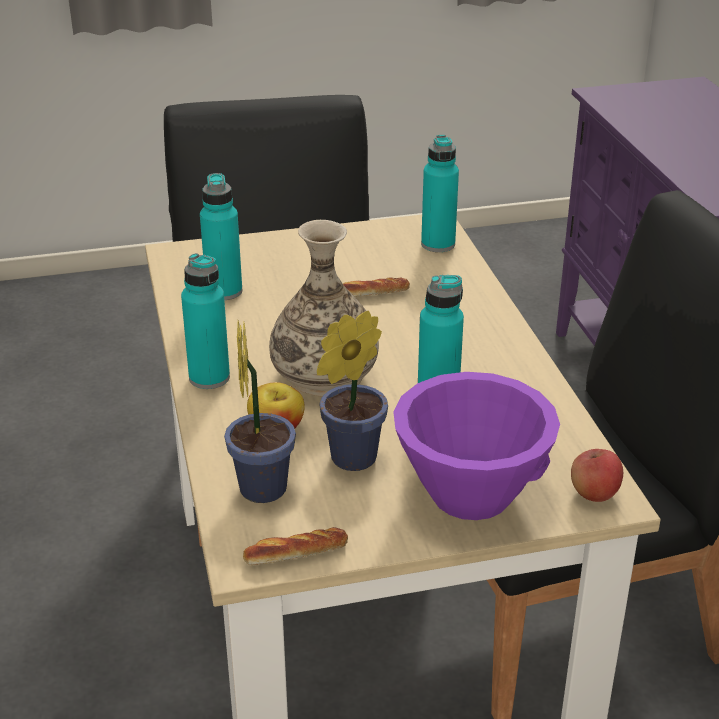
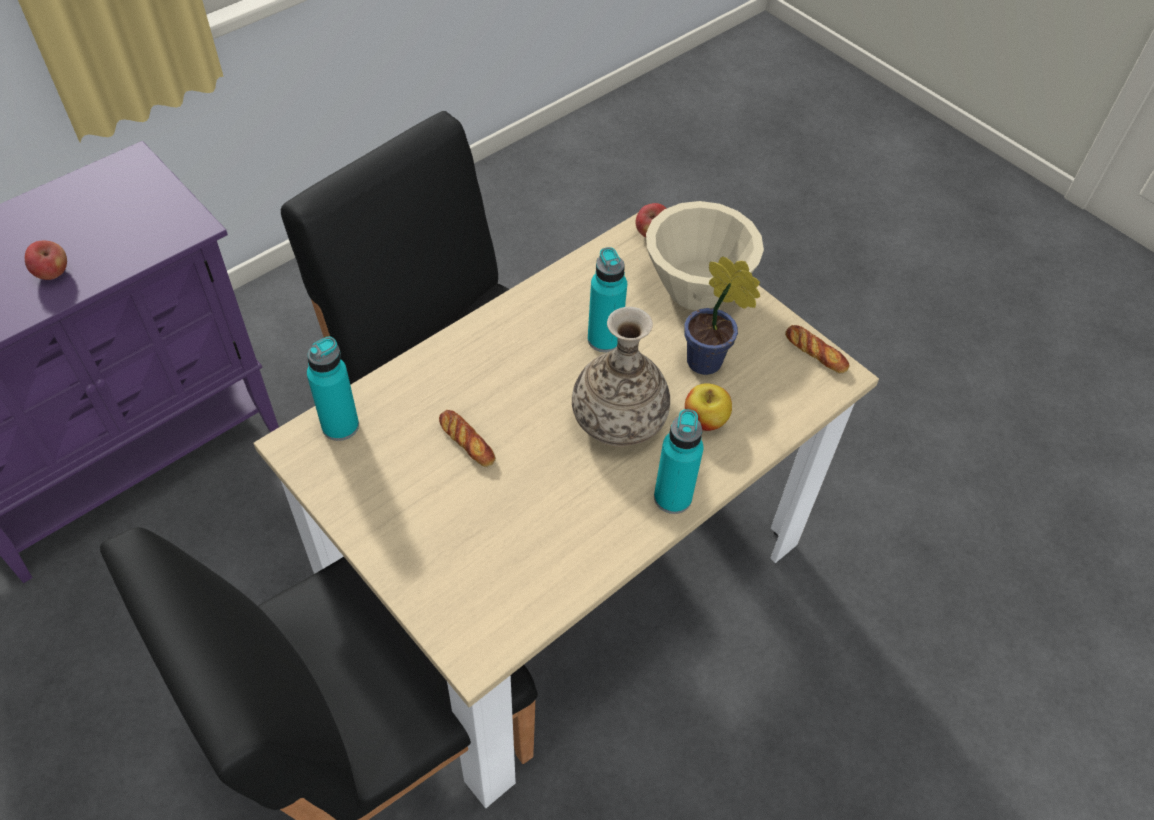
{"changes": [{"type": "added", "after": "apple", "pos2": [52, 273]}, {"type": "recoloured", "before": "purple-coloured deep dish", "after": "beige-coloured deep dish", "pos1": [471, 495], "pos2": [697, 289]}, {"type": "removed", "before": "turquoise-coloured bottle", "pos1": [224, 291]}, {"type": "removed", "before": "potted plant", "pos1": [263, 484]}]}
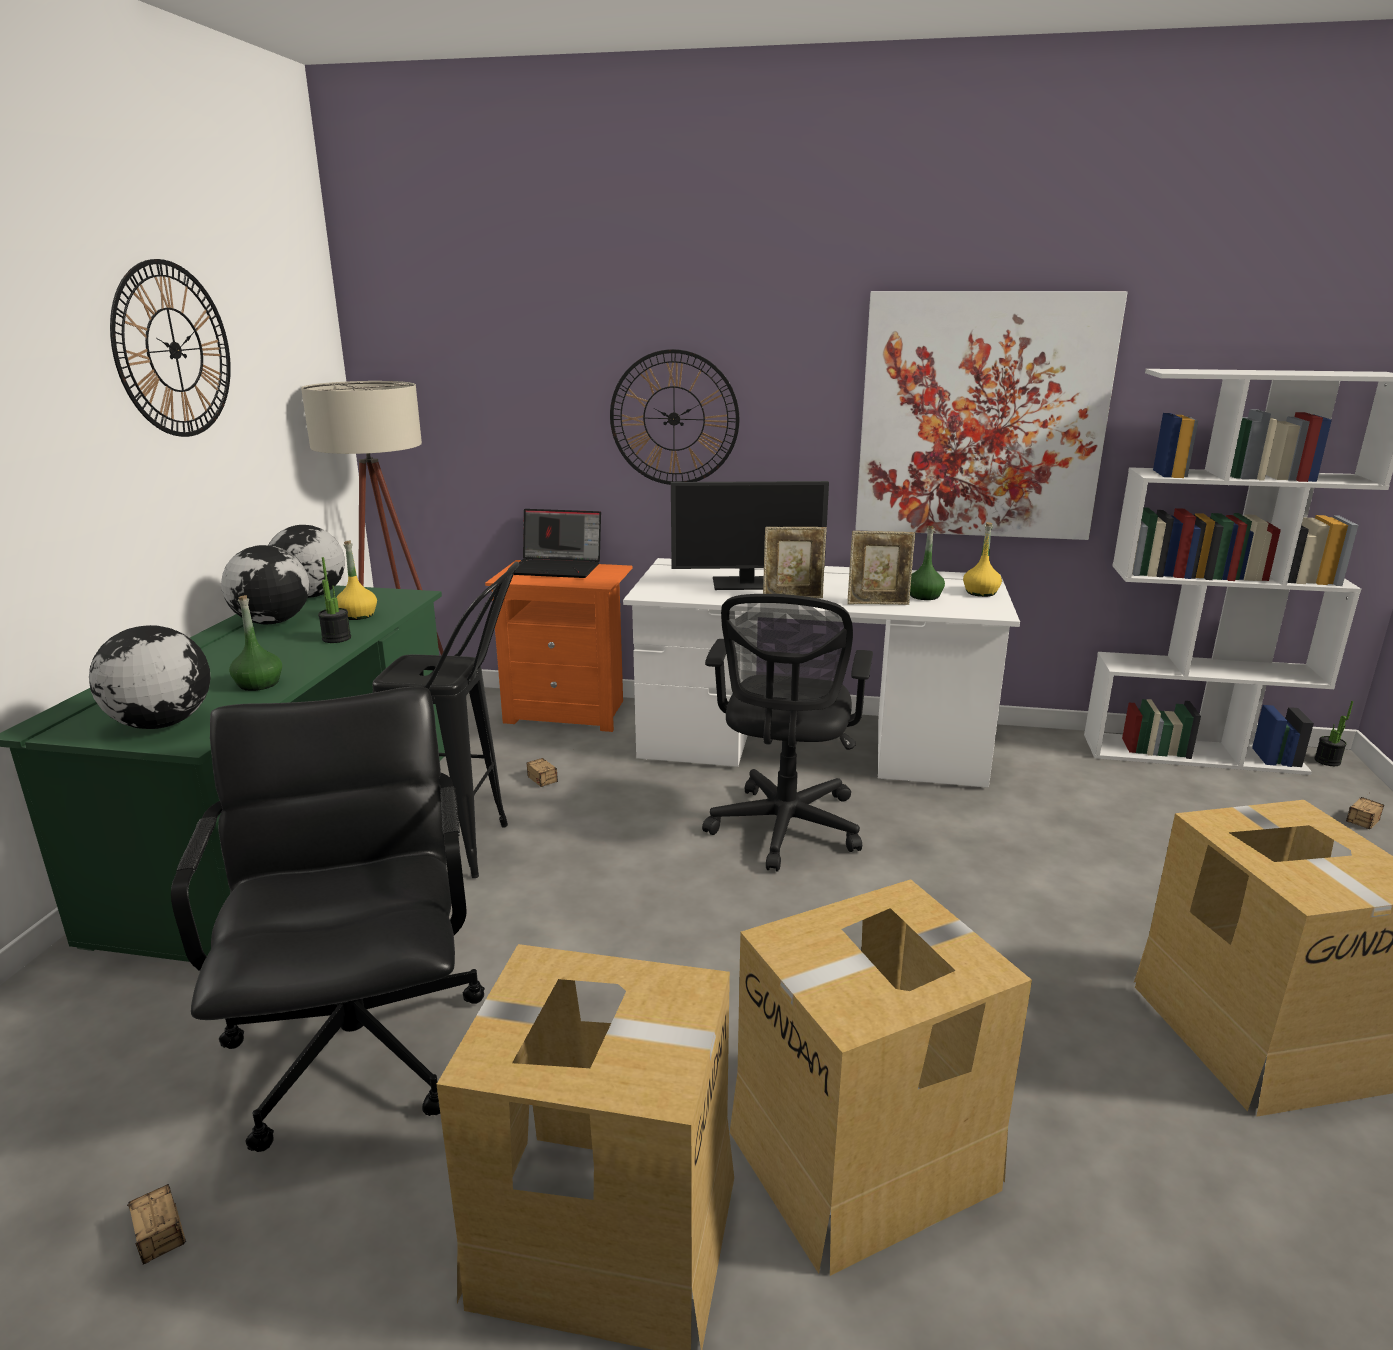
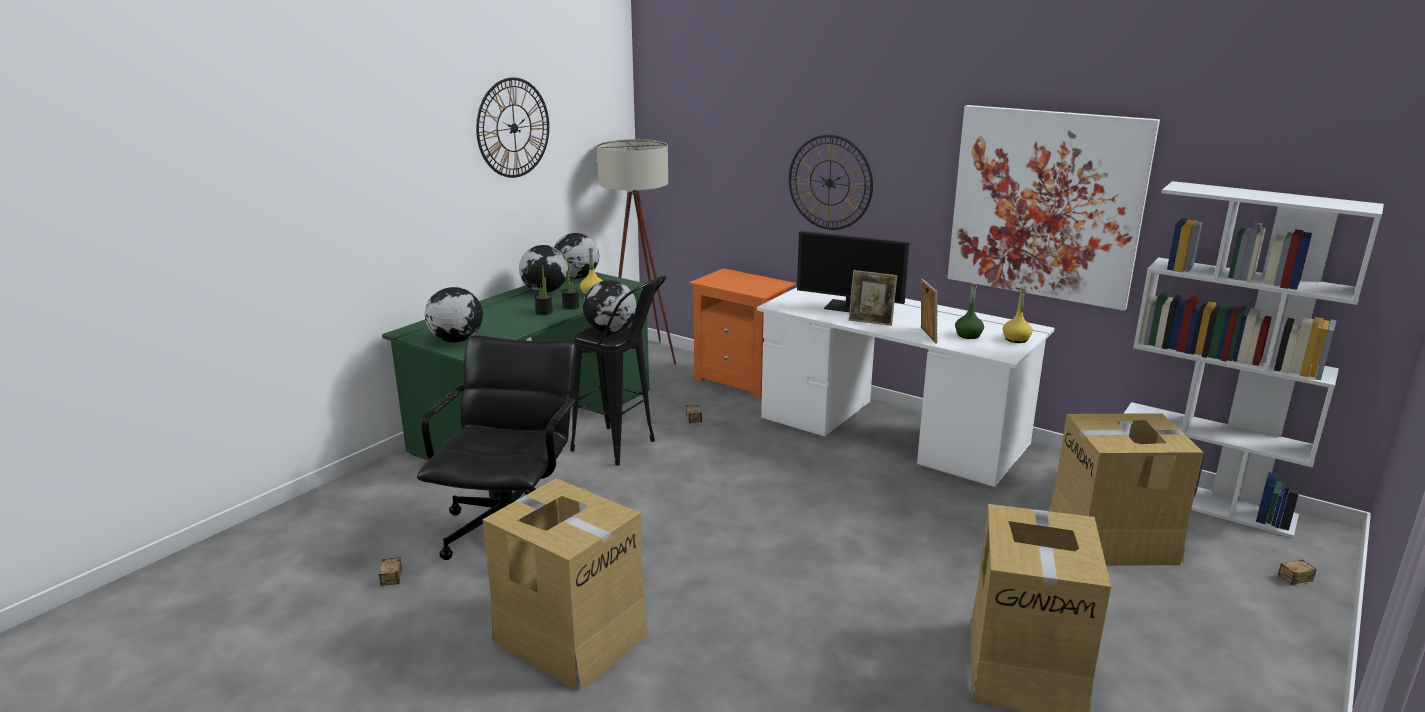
{"changes": [{"type": "moved", "before": "potted plant", "pos1": [1327, 761], "pos2": [544, 312]}, {"type": "added", "after": "globe", "pos2": [610, 331]}, {"type": "turned", "before": "photo frame", "pos1": [878, 603], "pos2": [926, 335], "turn": -120}, {"type": "moved", "before": "packing box", "pos1": [865, 1158], "pos2": [1112, 540]}, {"type": "removed", "before": "green-coloured bottle", "pos1": [258, 684]}, {"type": "removed", "before": "laptop", "pos1": [557, 568]}, {"type": "removed", "before": "black desk chair", "pos1": [784, 830]}]}
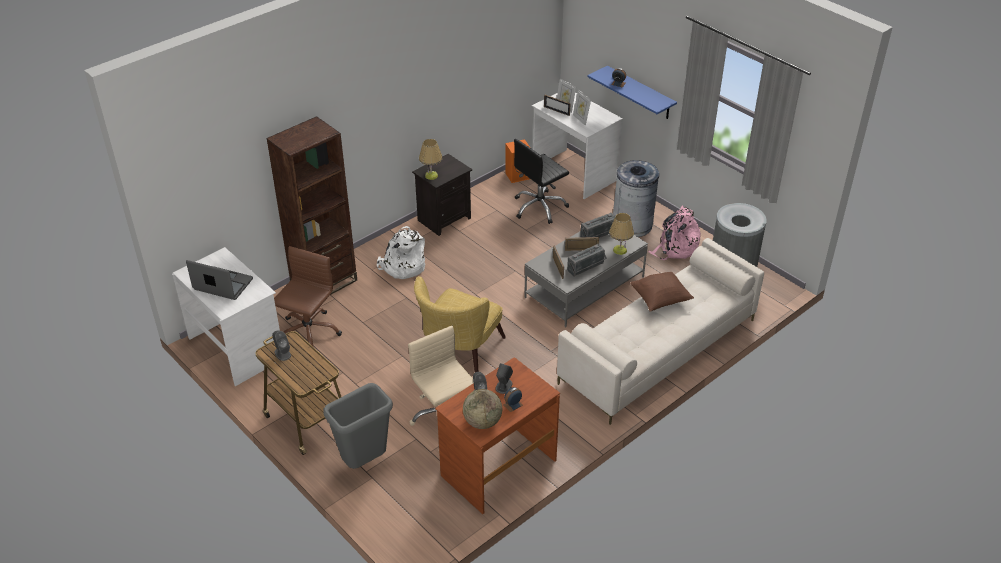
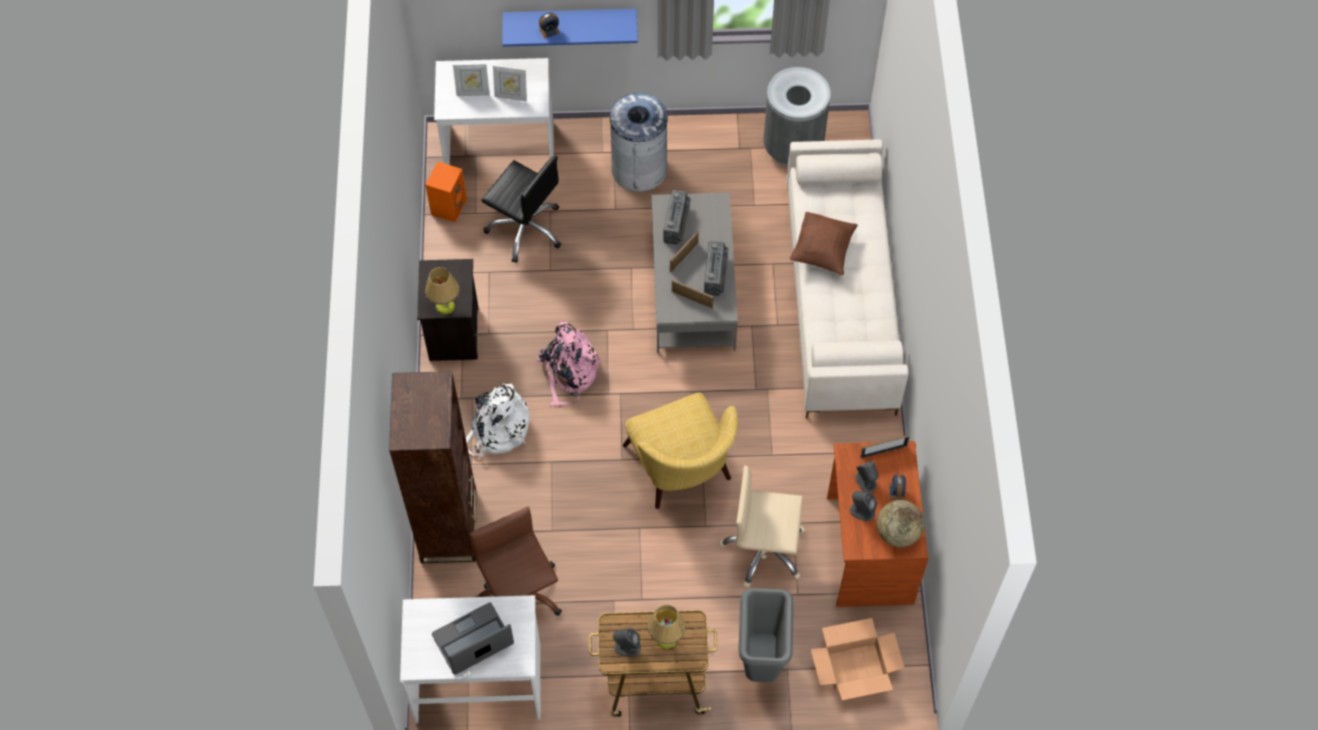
{"changes": [{"type": "turned", "before": "black desk chair", "pos1": [539, 207], "pos2": [526, 229], "turn": -60}, {"type": "moved", "before": "pinkish backpack", "pos1": [675, 248], "pos2": [569, 372]}, {"type": "moved", "before": "table lamp", "pos1": [619, 250], "pos2": [666, 638]}, {"type": "added", "after": "packing box", "pos2": [854, 667]}, {"type": "moved", "before": "photo frame", "pos1": [556, 111], "pos2": [883, 451]}]}
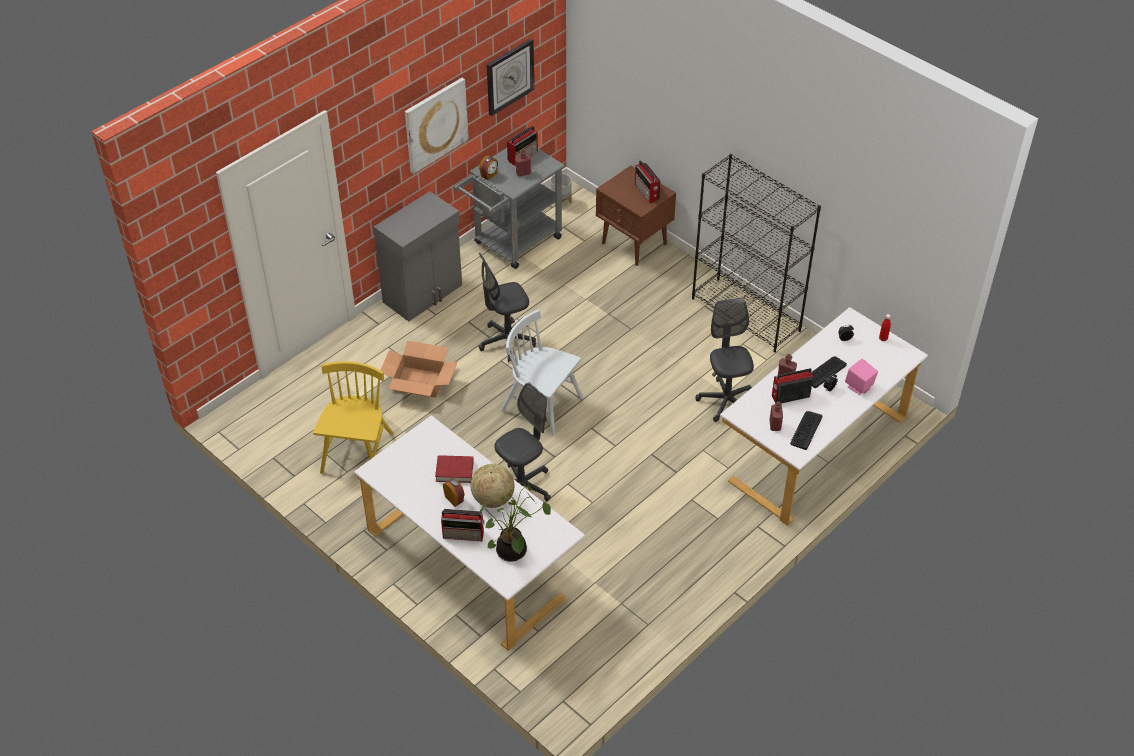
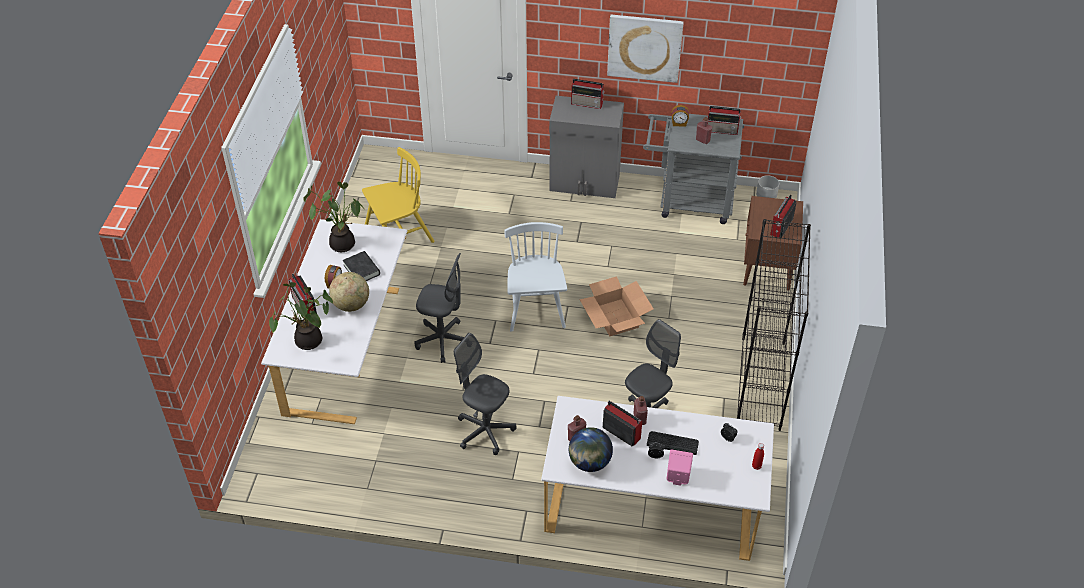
{"changes": [{"type": "added", "after": "potted plant", "pos2": [342, 243]}, {"type": "recoloured", "before": "red volume", "after": "black volume", "pos1": [454, 471], "pos2": [361, 270]}, {"type": "moved", "before": "gray desk chair", "pos1": [507, 341], "pos2": [485, 431]}, {"type": "replaced", "before": "keyboard", "after": "globe", "pos1": [806, 430], "pos2": [589, 462]}, {"type": "added", "after": "radio", "pos2": [587, 103]}, {"type": "moved", "before": "packing box", "pos1": [420, 382], "pos2": [615, 317]}, {"type": "removed", "before": "wall clock", "pos1": [509, 76]}]}
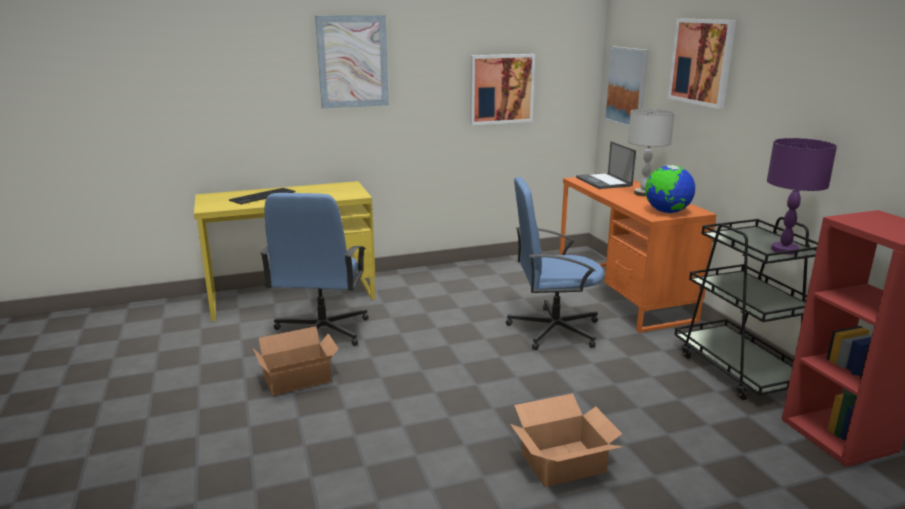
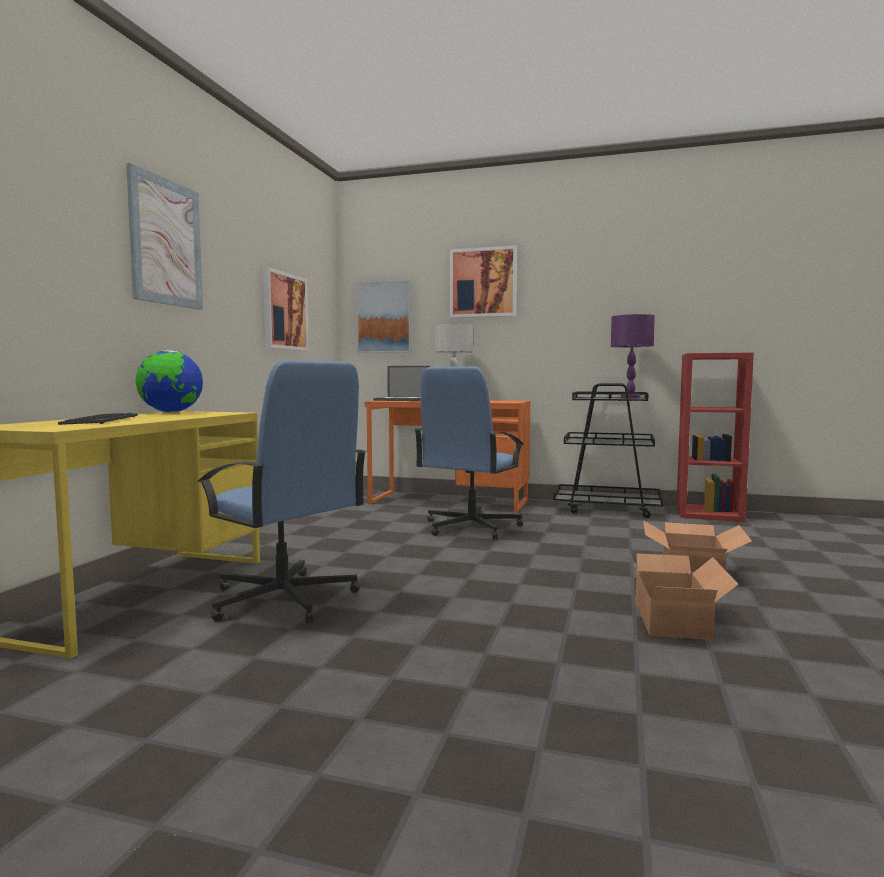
{"changes": [{"type": "moved", "before": "globe", "pos1": [667, 212], "pos2": [171, 412]}, {"type": "moved", "before": "packing box", "pos1": [299, 380], "pos2": [675, 619]}]}
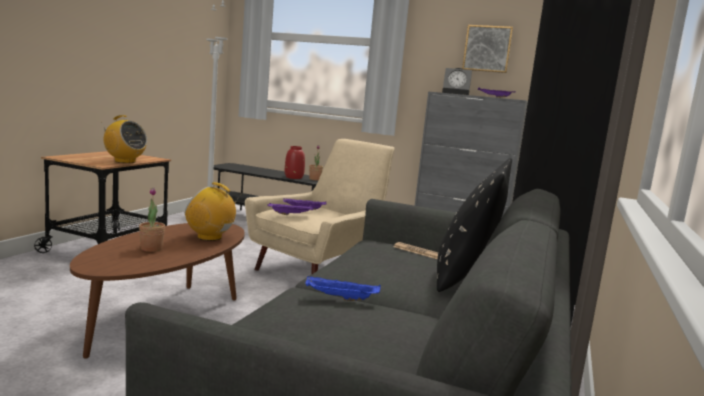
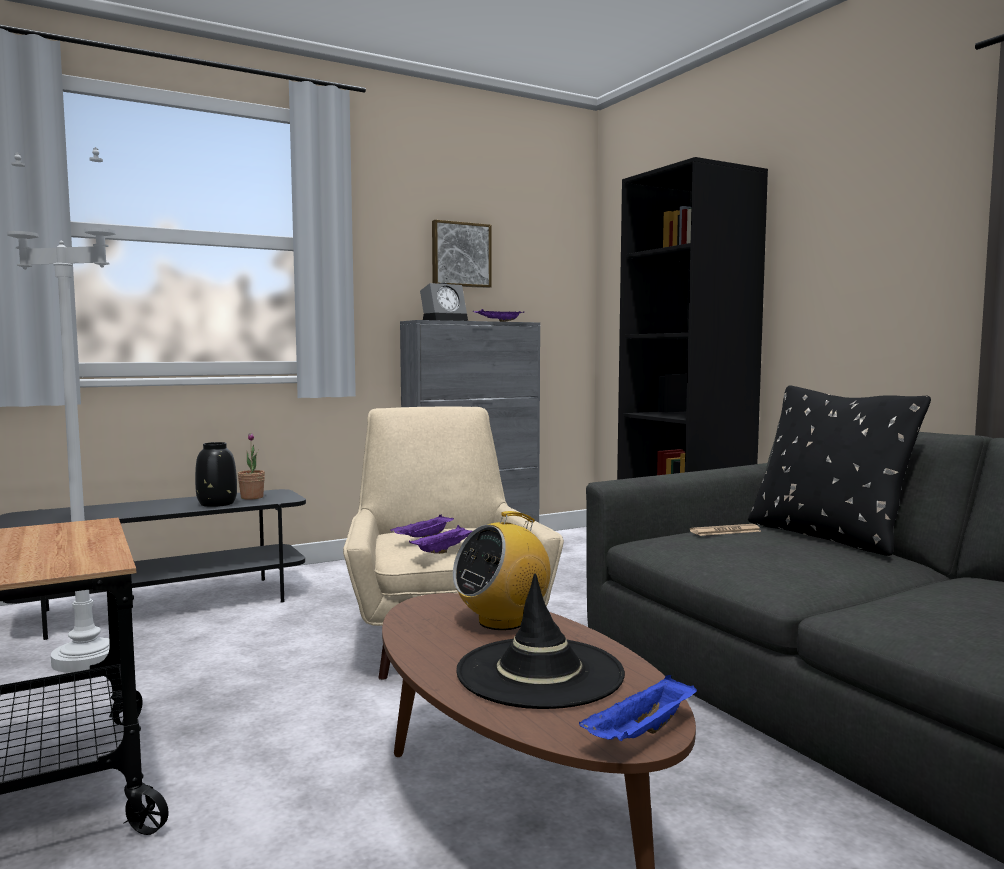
{"changes": [{"type": "recoloured", "before": "red decorative vase", "after": "black decorative vase", "pos1": [294, 177], "pos2": [217, 503]}, {"type": "replaced", "before": "potted plant", "after": "black wearable hat", "pos1": [151, 249], "pos2": [540, 673]}, {"type": "moved", "before": "bluish tray", "pos1": [340, 298], "pos2": [641, 734]}, {"type": "removed", "before": "radio", "pos1": [124, 161]}]}
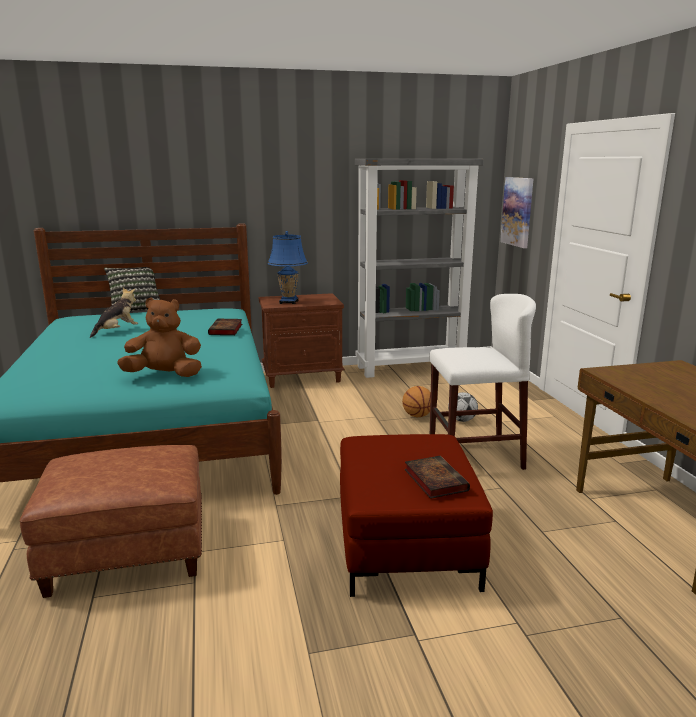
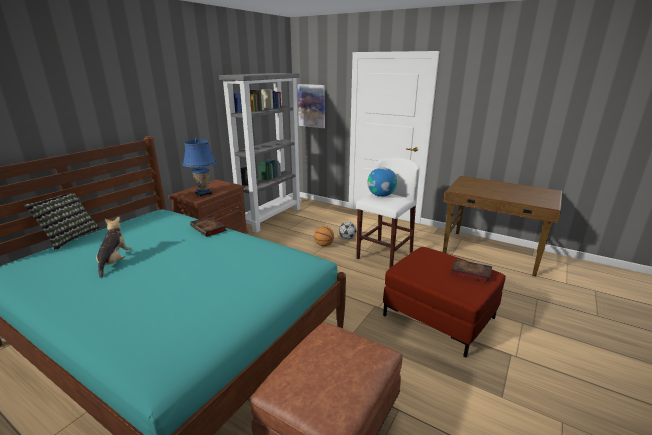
{"changes": [{"type": "added", "after": "globe", "pos2": [381, 195]}, {"type": "removed", "before": "brownish plush toy", "pos1": [165, 375]}]}
